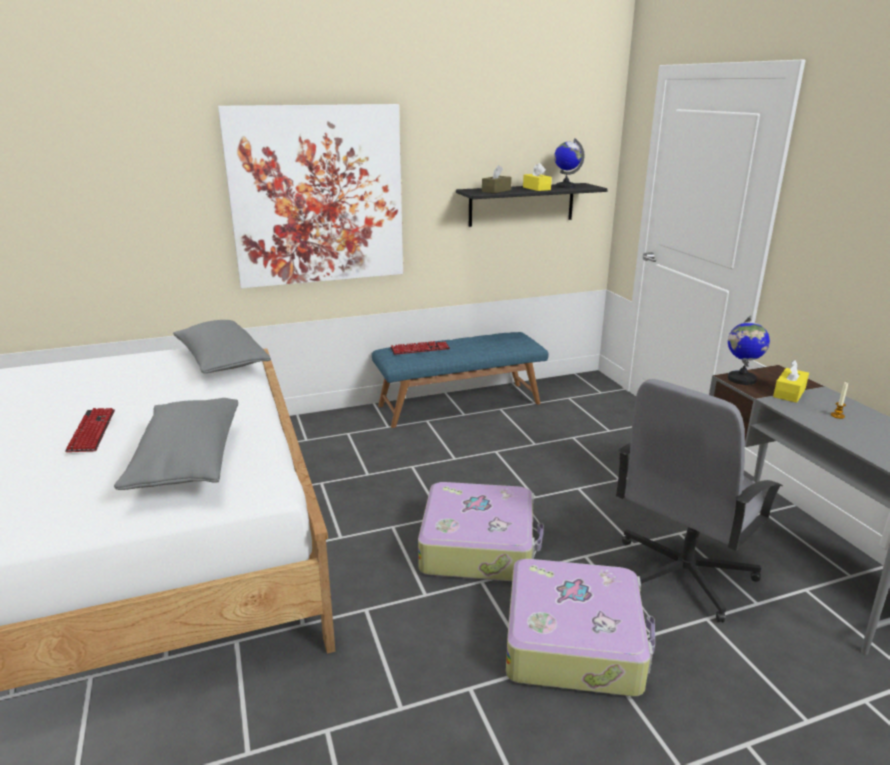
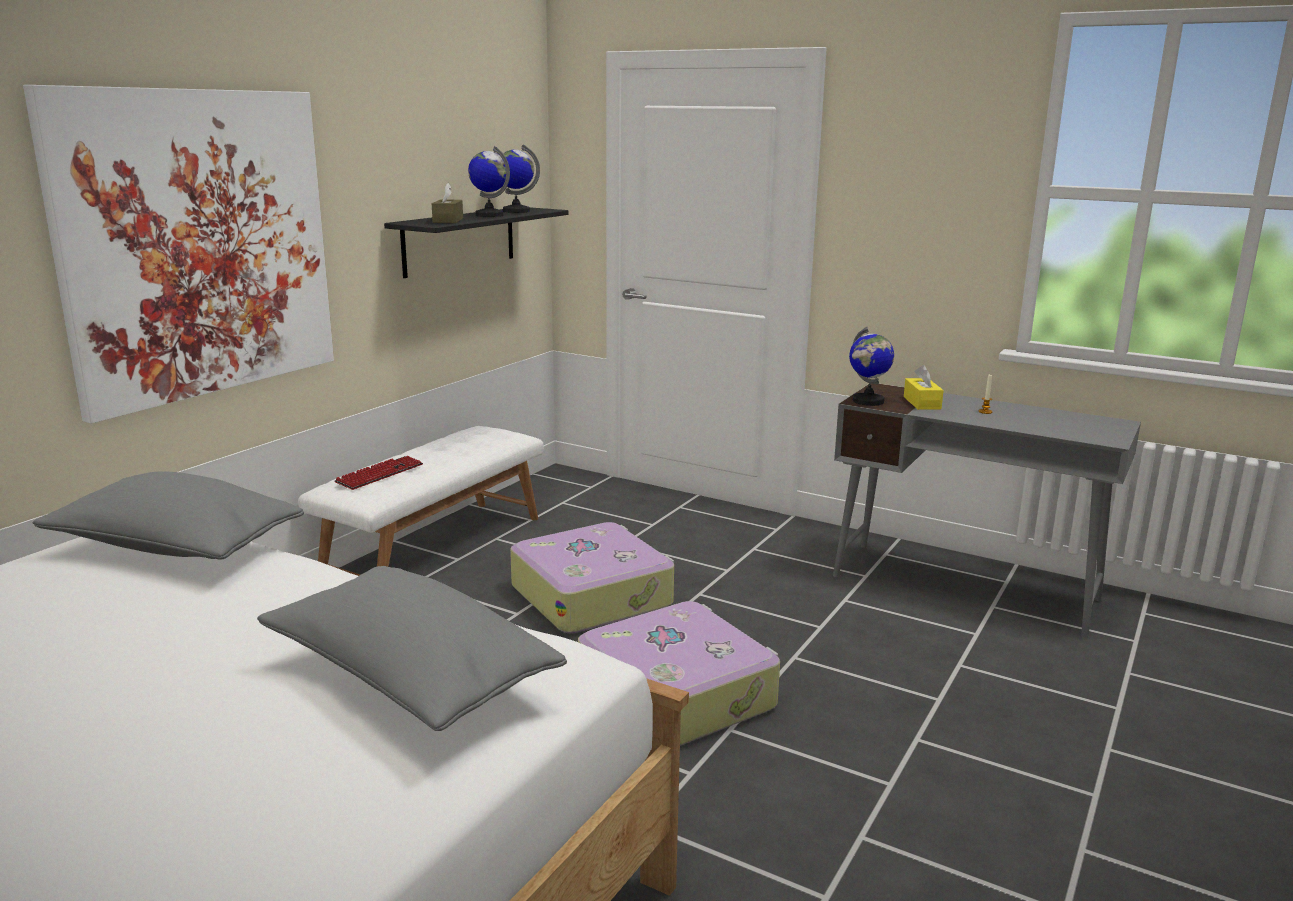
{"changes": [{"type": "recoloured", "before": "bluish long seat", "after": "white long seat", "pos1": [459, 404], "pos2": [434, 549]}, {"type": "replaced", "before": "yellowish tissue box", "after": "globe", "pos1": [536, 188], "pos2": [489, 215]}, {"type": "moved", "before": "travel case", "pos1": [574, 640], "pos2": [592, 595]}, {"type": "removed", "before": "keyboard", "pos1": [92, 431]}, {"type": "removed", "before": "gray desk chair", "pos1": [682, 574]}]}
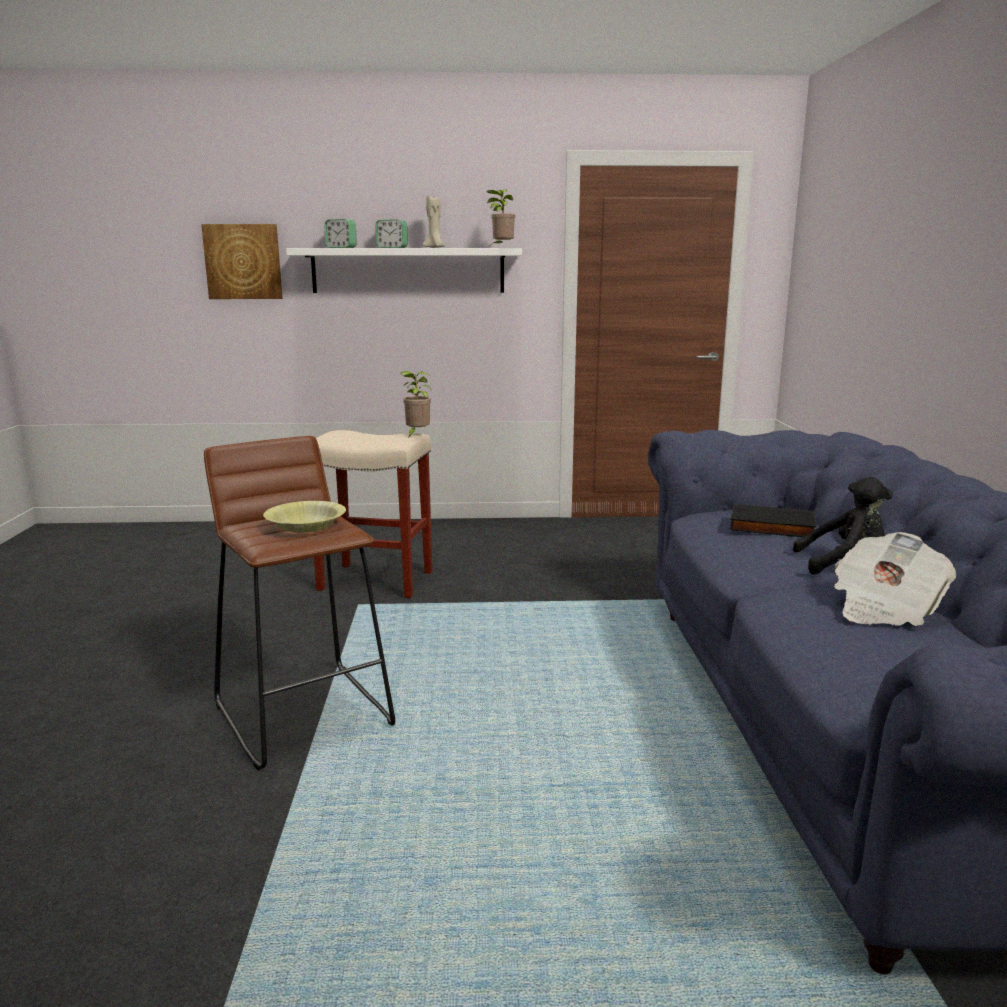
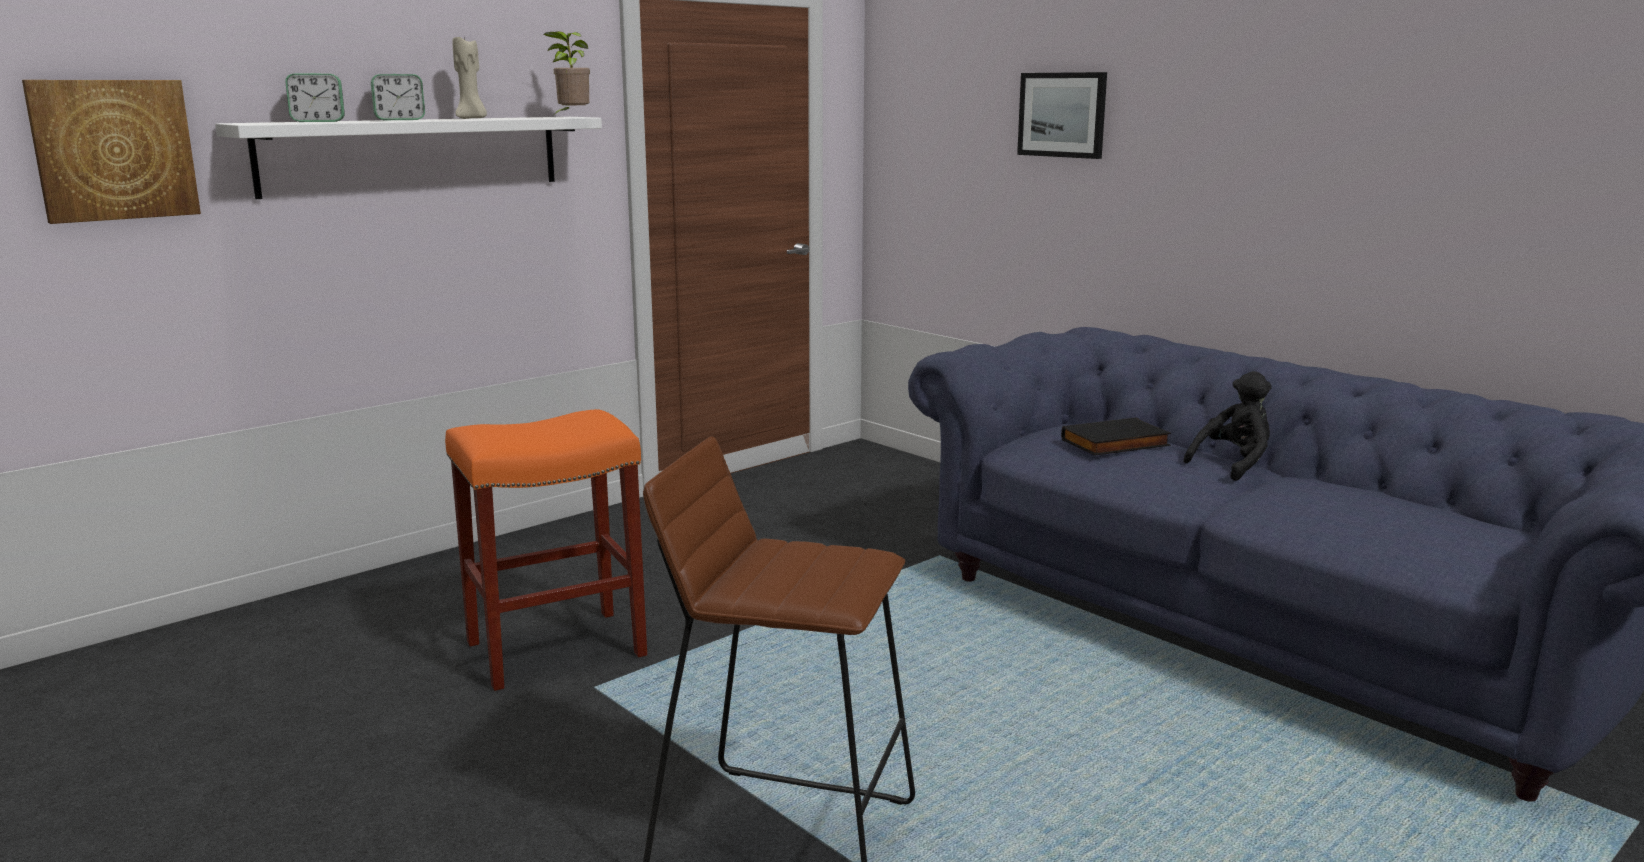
{"changes": [{"type": "recoloured", "before": "beige-coloured stool seat", "after": "orange stool seat", "pos1": [377, 580], "pos2": [558, 648]}, {"type": "added", "after": "wall picture", "pos2": [1062, 115]}, {"type": "removed", "before": "yellowish deep dish", "pos1": [306, 526]}, {"type": "removed", "before": "potted plant", "pos1": [416, 434]}, {"type": "removed", "before": "newspaper", "pos1": [884, 608]}]}
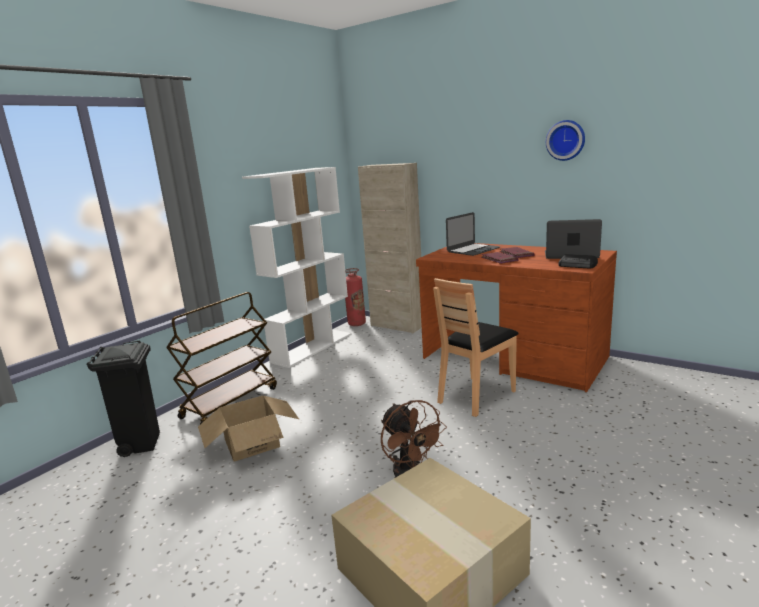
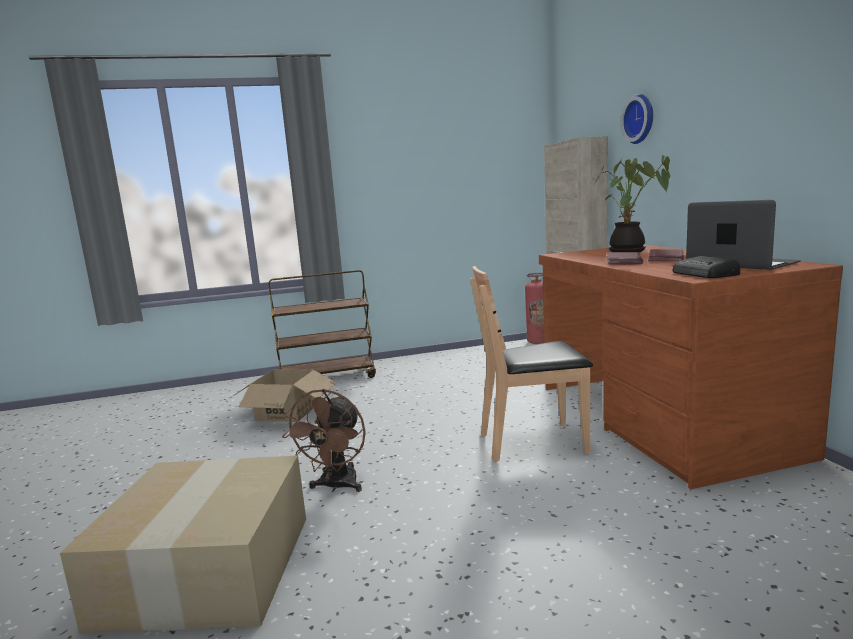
{"changes": [{"type": "replaced", "before": "laptop", "after": "potted plant", "pos1": [473, 250], "pos2": [630, 251]}, {"type": "moved", "before": "wall clock", "pos1": [566, 140], "pos2": [641, 119]}, {"type": "removed", "before": "black trash can", "pos1": [141, 444]}, {"type": "removed", "before": "white bookshelf", "pos1": [312, 347]}]}
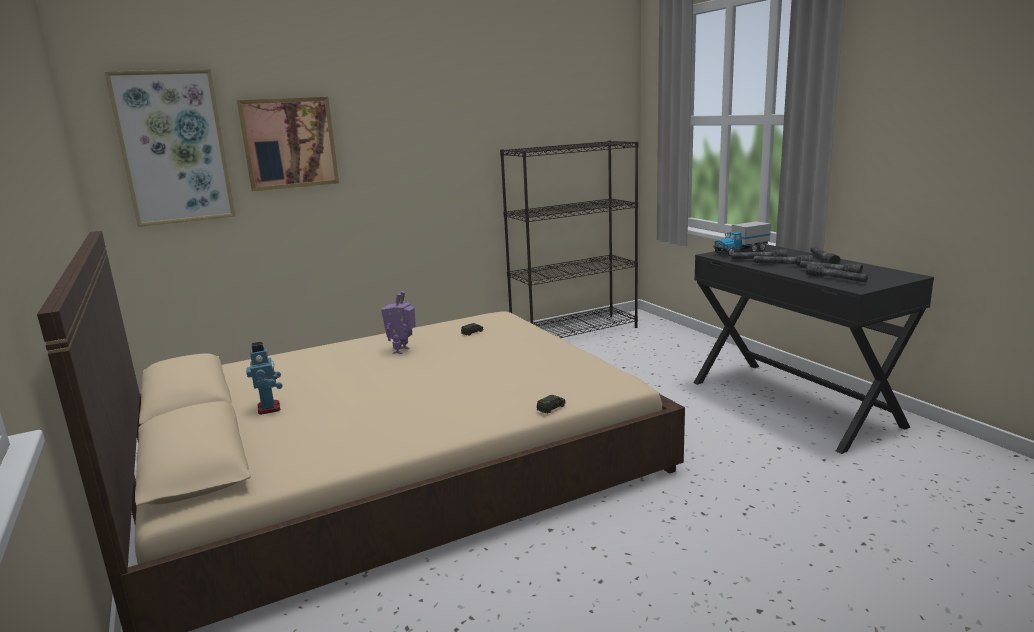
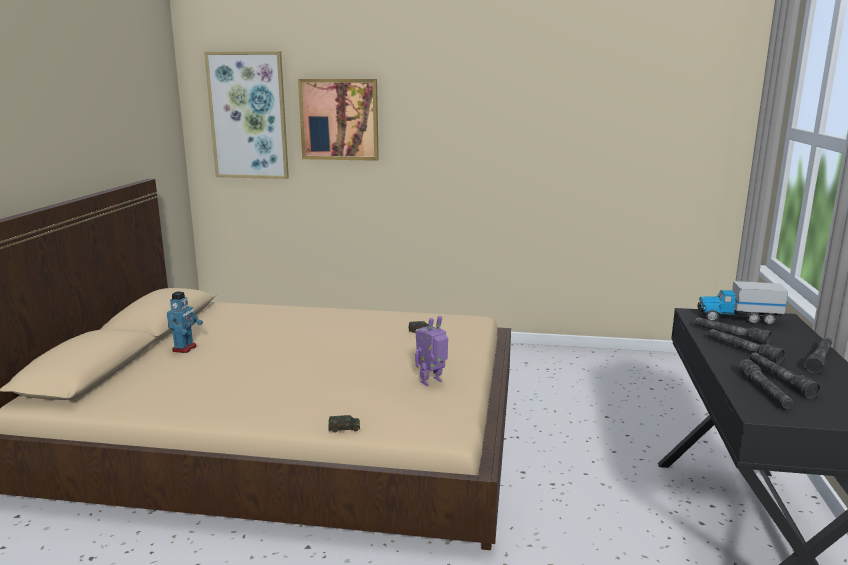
{"changes": [{"type": "moved", "before": "robot figure", "pos1": [402, 351], "pos2": [432, 382]}, {"type": "removed", "before": "black bookshelf", "pos1": [575, 332]}]}
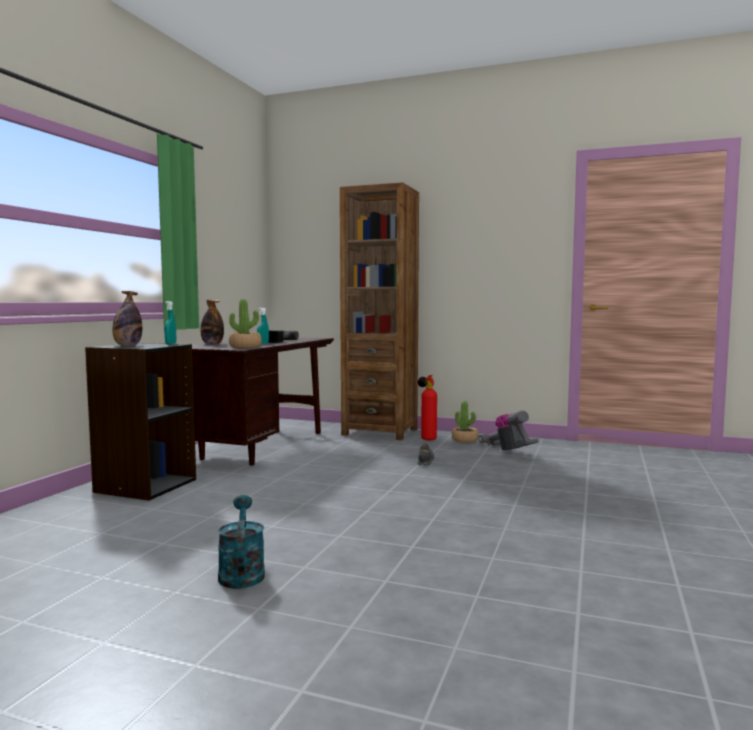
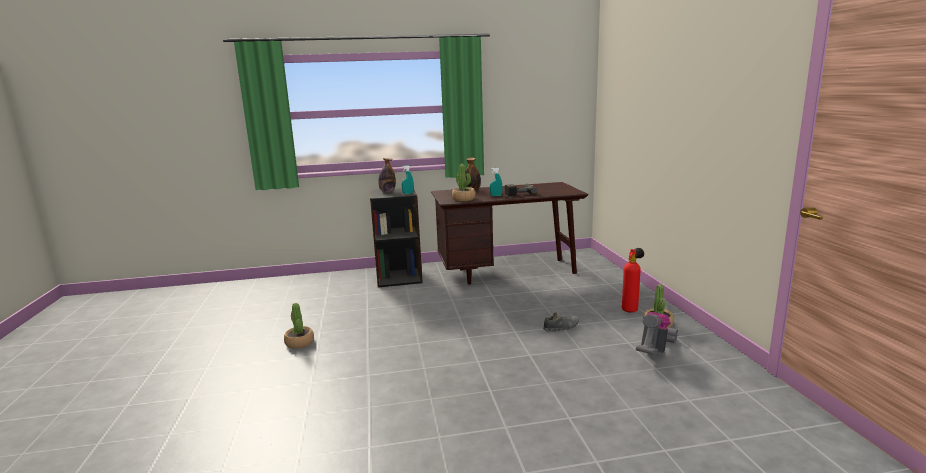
{"changes": [{"type": "replaced", "before": "turquoise-coloured watering can", "after": "potted plant", "pos1": [241, 572], "pos2": [299, 343]}, {"type": "removed", "before": "brownish bookshelf", "pos1": [380, 432]}]}
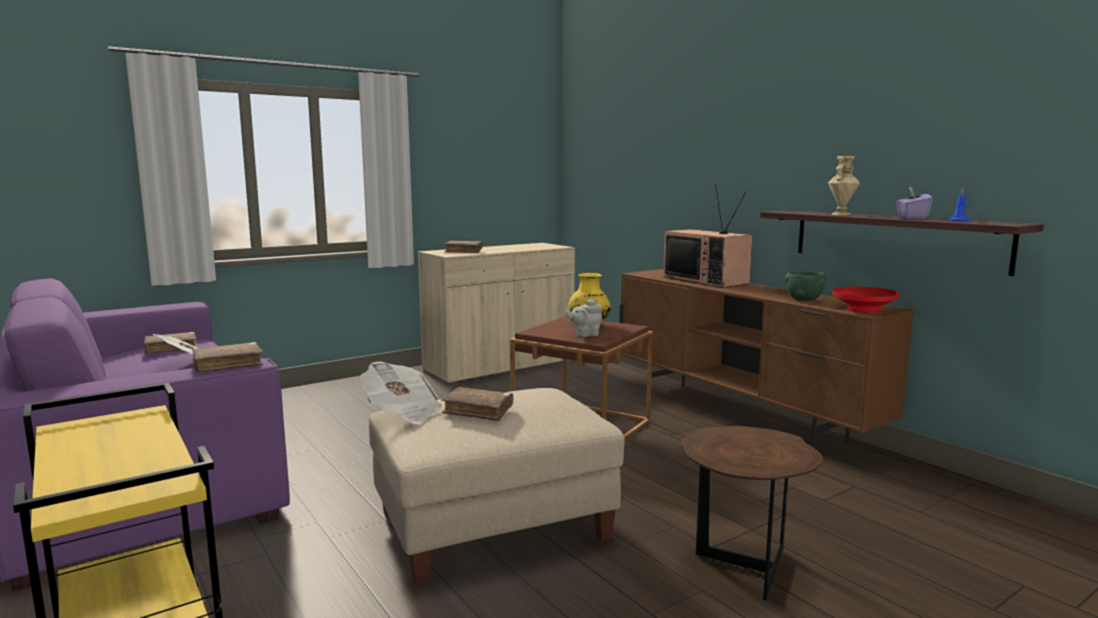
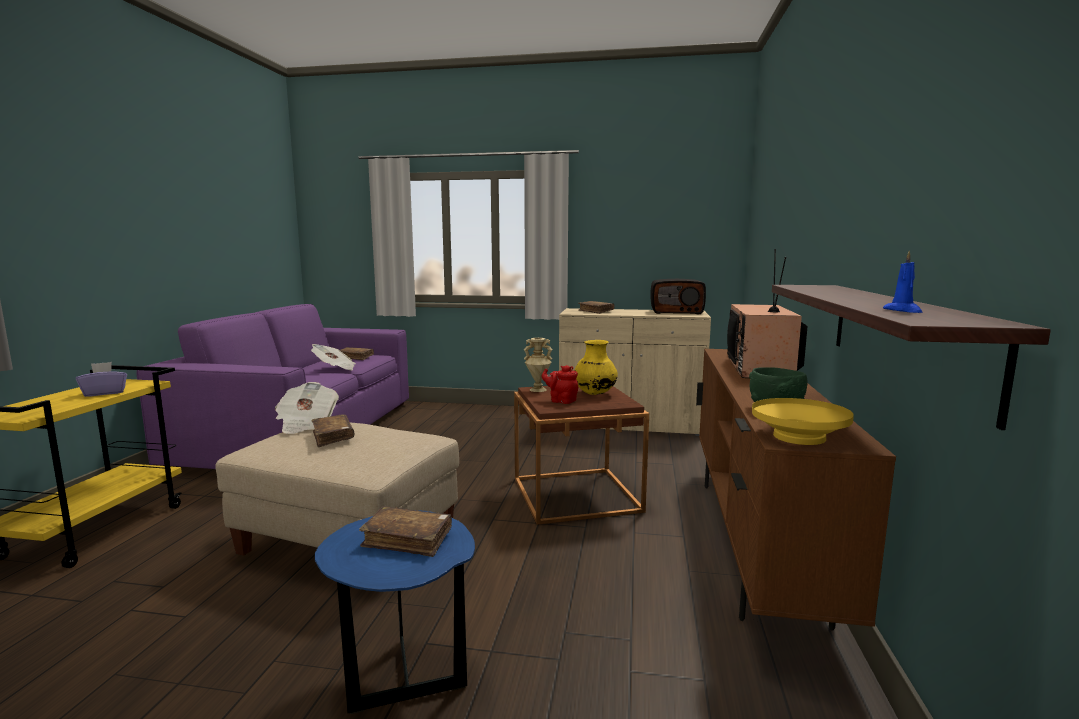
{"changes": [{"type": "moved", "before": "purple-coloured tissue box", "pos1": [911, 218], "pos2": [105, 393]}, {"type": "recoloured", "before": "brownish end table", "after": "bluish end table", "pos1": [743, 568], "pos2": [404, 676]}, {"type": "moved", "before": "brownish volume", "pos1": [228, 365], "pos2": [408, 539]}, {"type": "moved", "before": "beige-coloured decorative vase", "pos1": [841, 214], "pos2": [537, 390]}, {"type": "recoloured", "before": "gray teapot", "after": "red teapot", "pos1": [585, 335], "pos2": [561, 400]}, {"type": "added", "after": "radio", "pos2": [676, 312]}, {"type": "recoloured", "before": "red deep dish", "after": "yellowish deep dish", "pos1": [863, 310], "pos2": [798, 437]}]}
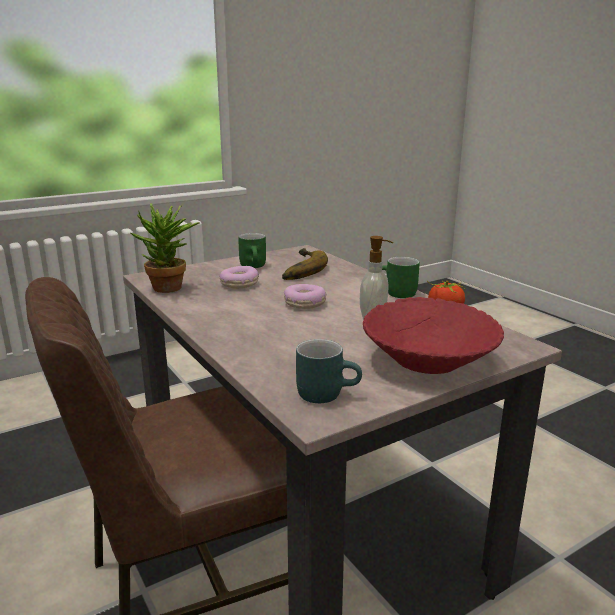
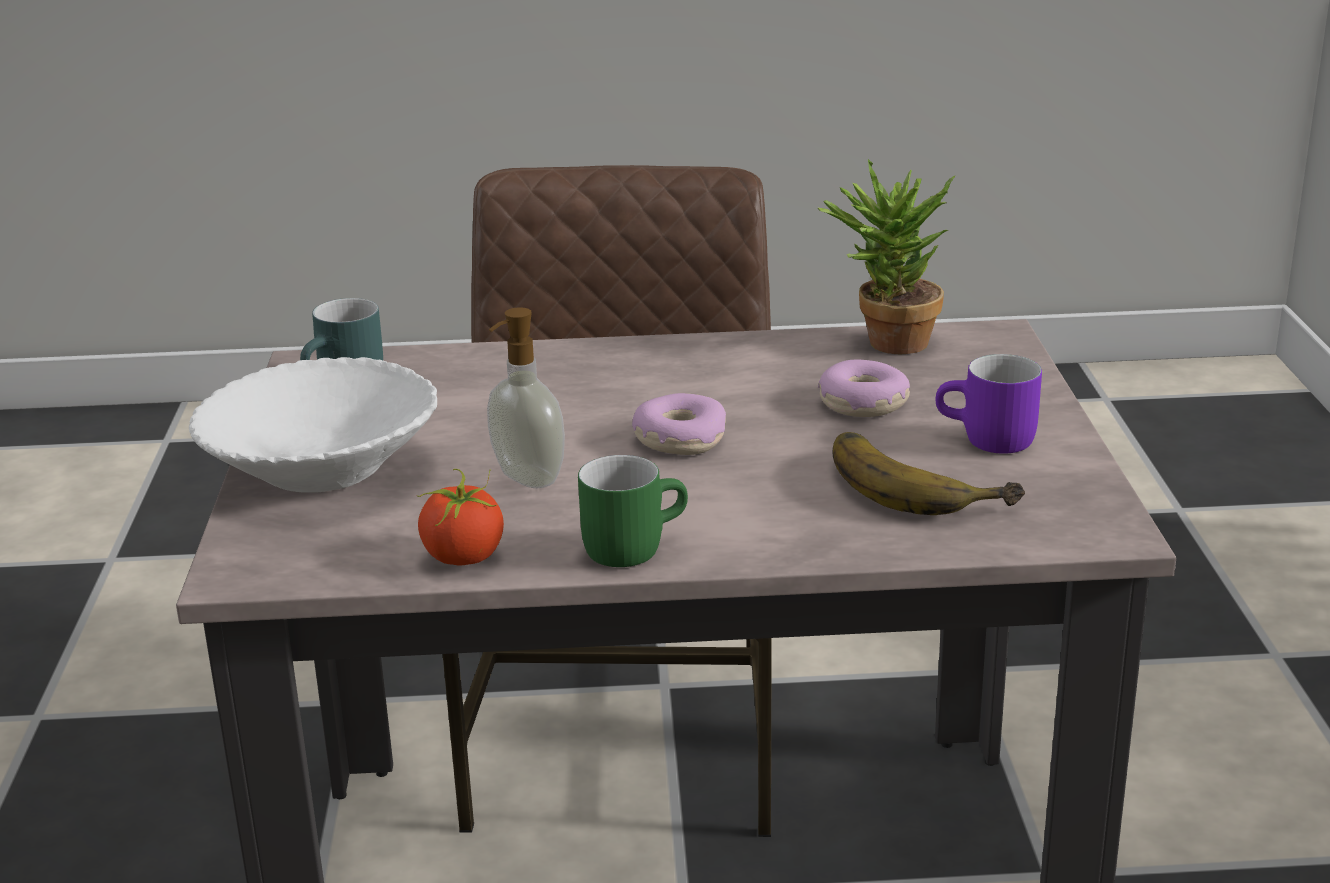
{"changes": [{"type": "recoloured", "before": "red deep dish", "after": "white deep dish", "pos1": [428, 361], "pos2": [321, 470]}, {"type": "recoloured", "before": "green-coloured coffee mug", "after": "purple-coloured coffee mug", "pos1": [255, 266], "pos2": [987, 441]}]}
